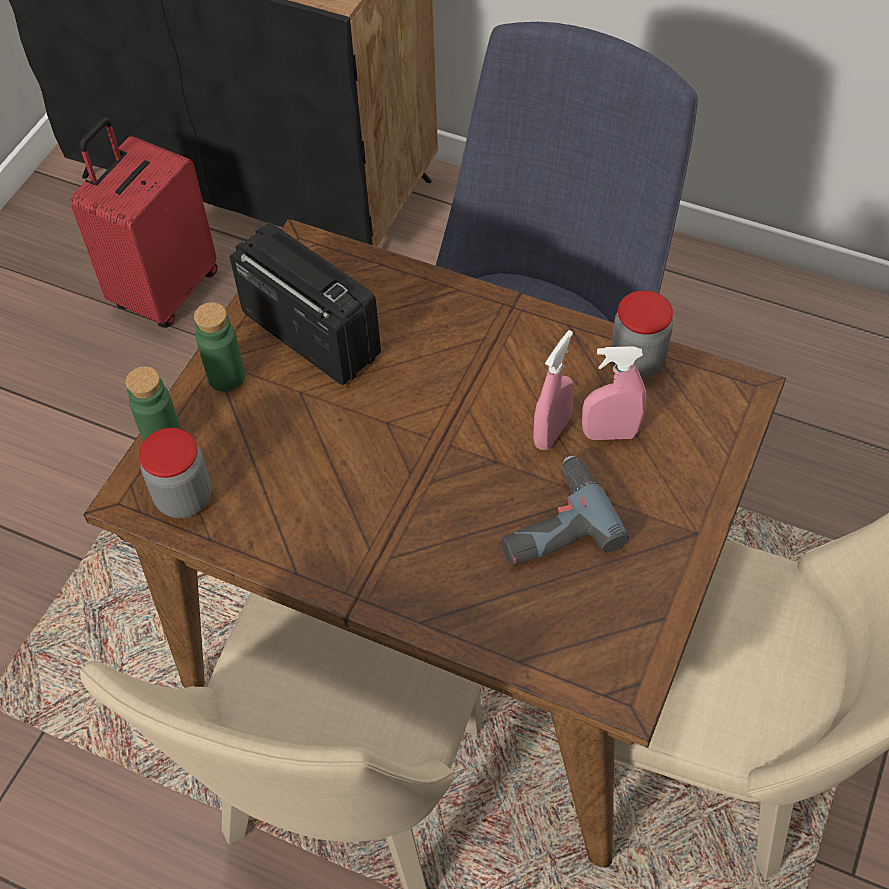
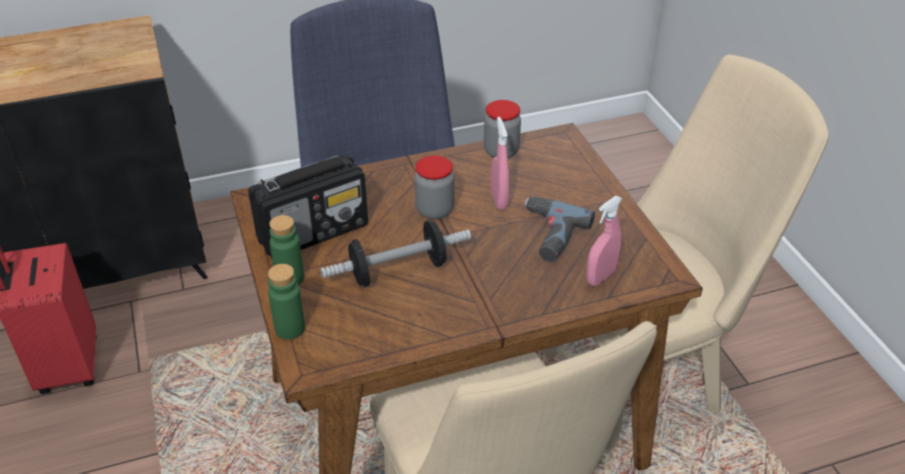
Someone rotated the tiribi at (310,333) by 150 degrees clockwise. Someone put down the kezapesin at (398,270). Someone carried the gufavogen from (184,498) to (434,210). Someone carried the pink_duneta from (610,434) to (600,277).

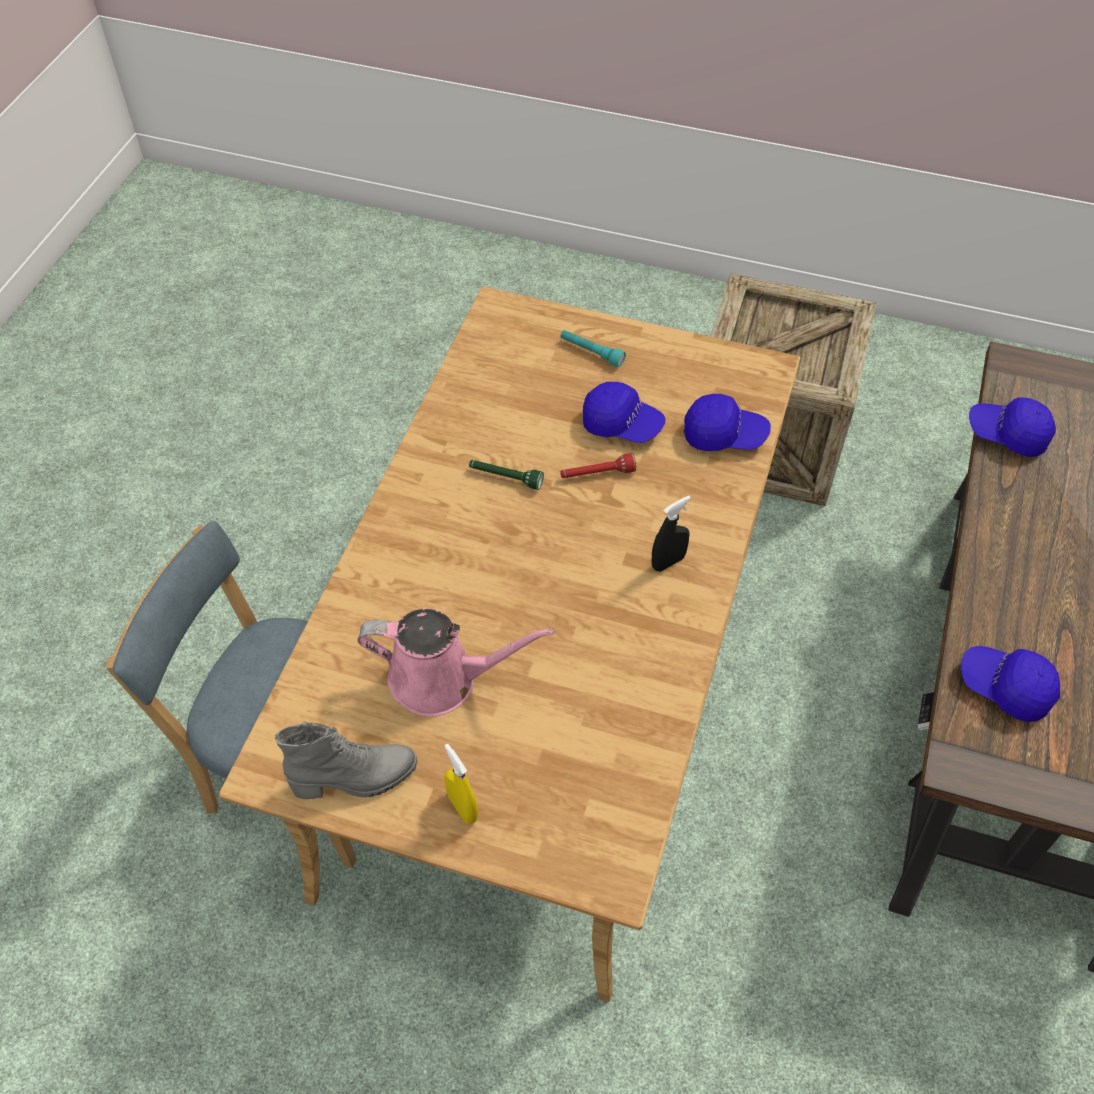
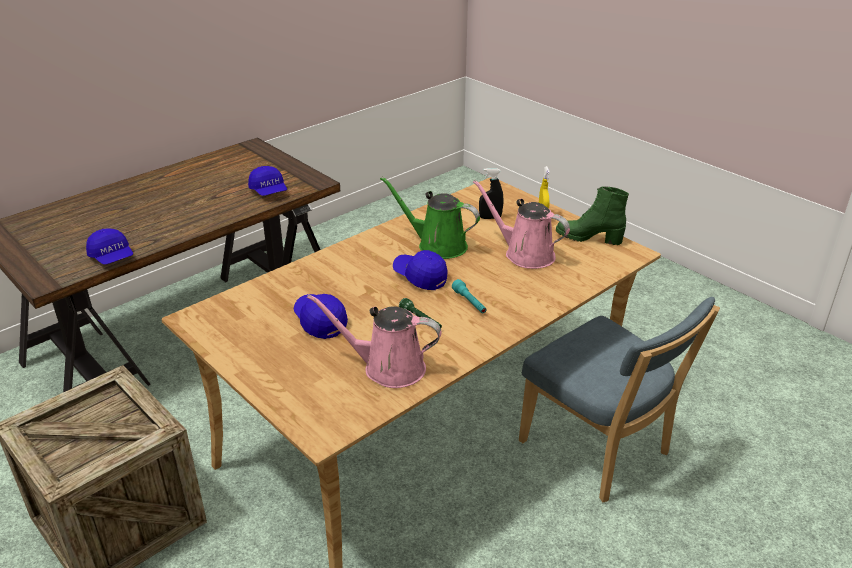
Someone put down the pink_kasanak at (388,368). Someone put down the green_kasanak at (437,245). Someone carried the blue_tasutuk from (724,435) to (420,277). Someone carried the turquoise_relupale from (591,352) to (469,302). Someone carried the black_duneta from (668,562) to (490,218). Someone repainted the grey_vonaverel at (355,779), which became the green_vonaverel at (589,238). Someone took away the red_relupale at (597,474).

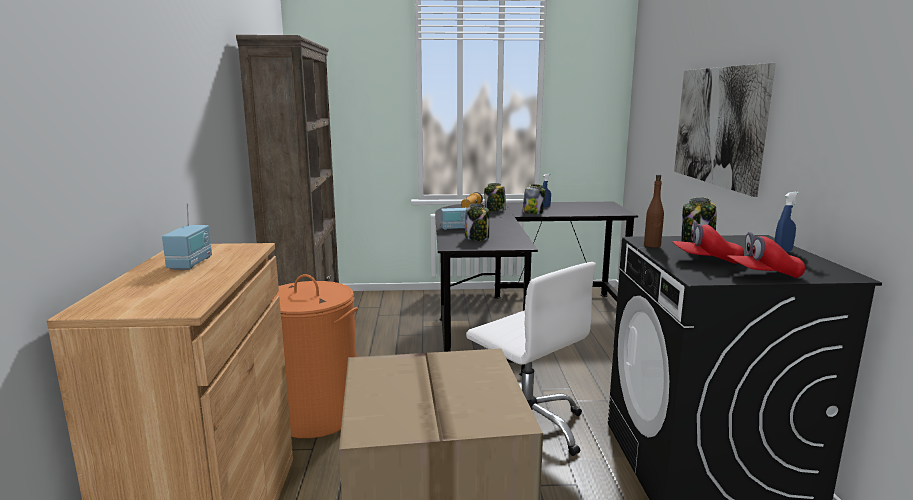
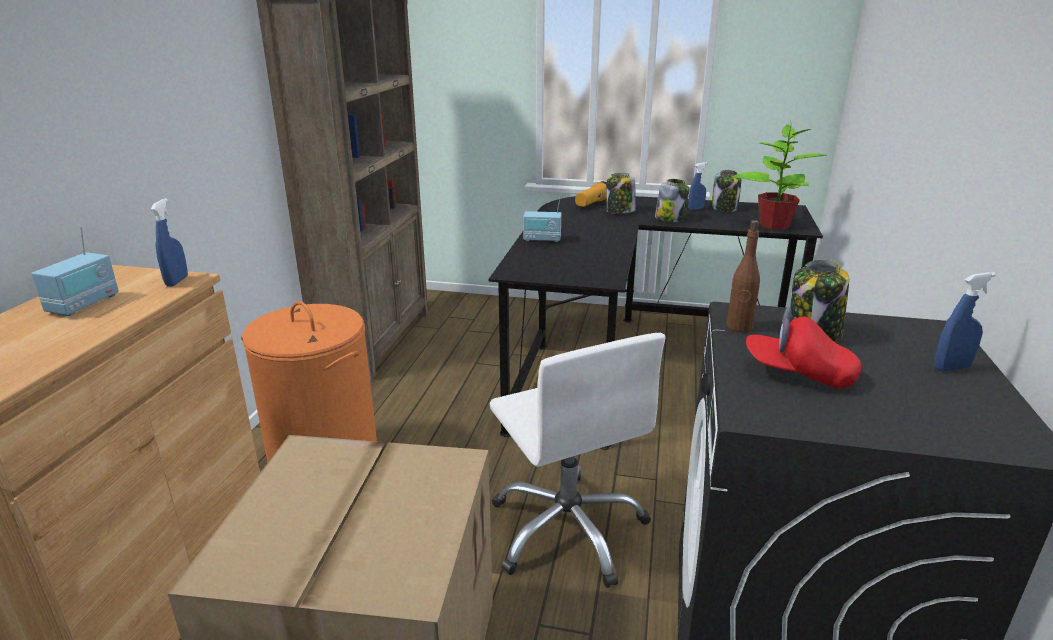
Someone put down the blue_duneta at (177,281). Someone carried the gufavogen from (477,238) to (724,208). Someone put down the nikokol at (773,225). Someone took away the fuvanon at (718,126). Someone took away the red_tasutuk at (763,275).

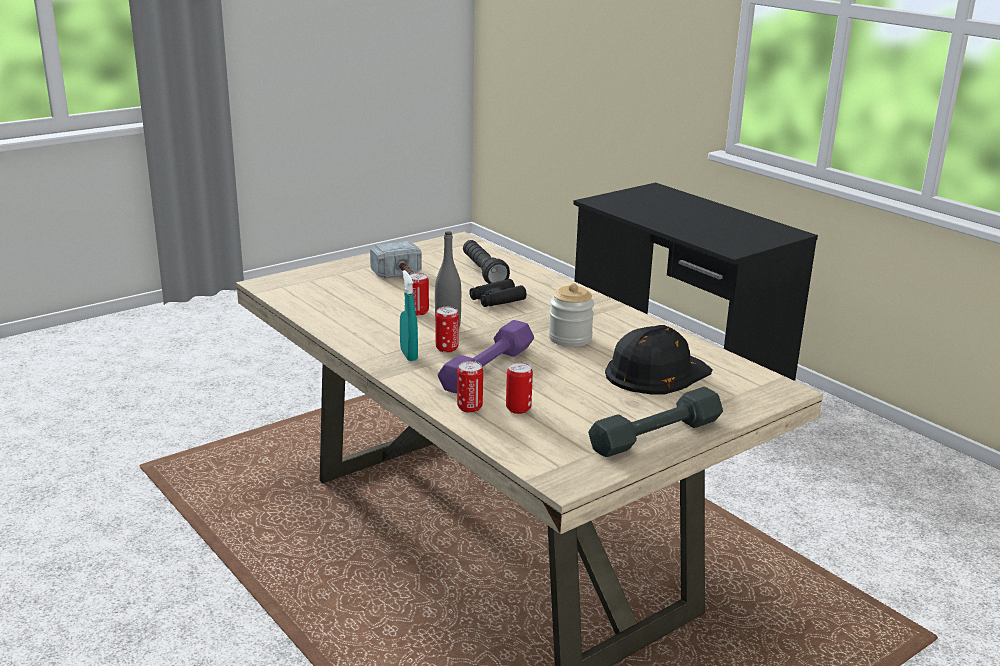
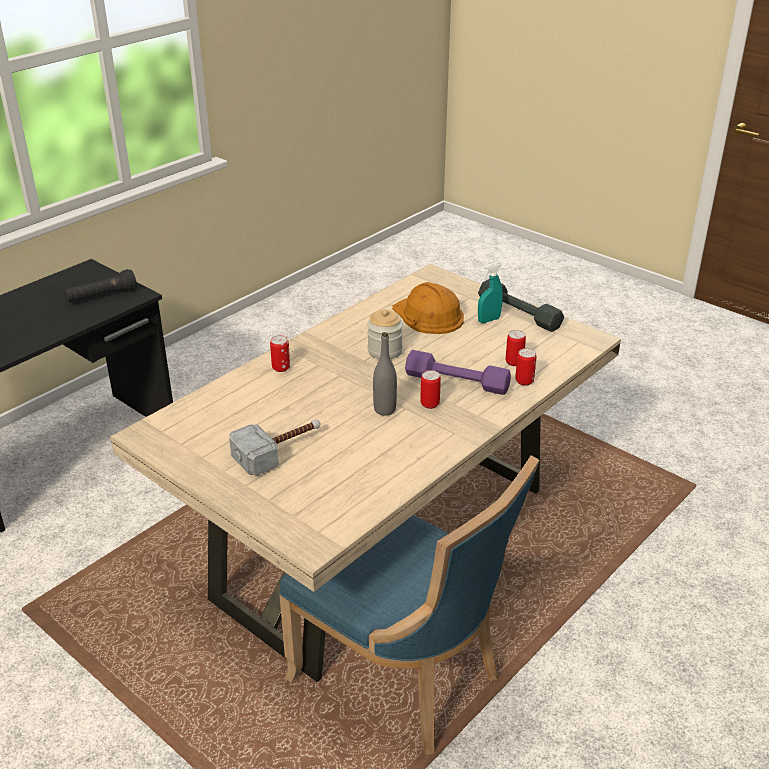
Someone carried the black_relupale from (483,272) to (102,297). Someone carried the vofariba from (418,312) to (281,368). Someone put down the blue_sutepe at (404,676). Someone repainted the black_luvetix at (656,372), which became the orange_luvetix at (428,315). Someone carried the turquoise_duneta from (409,355) to (488,320). Someone took away the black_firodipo at (497,300).

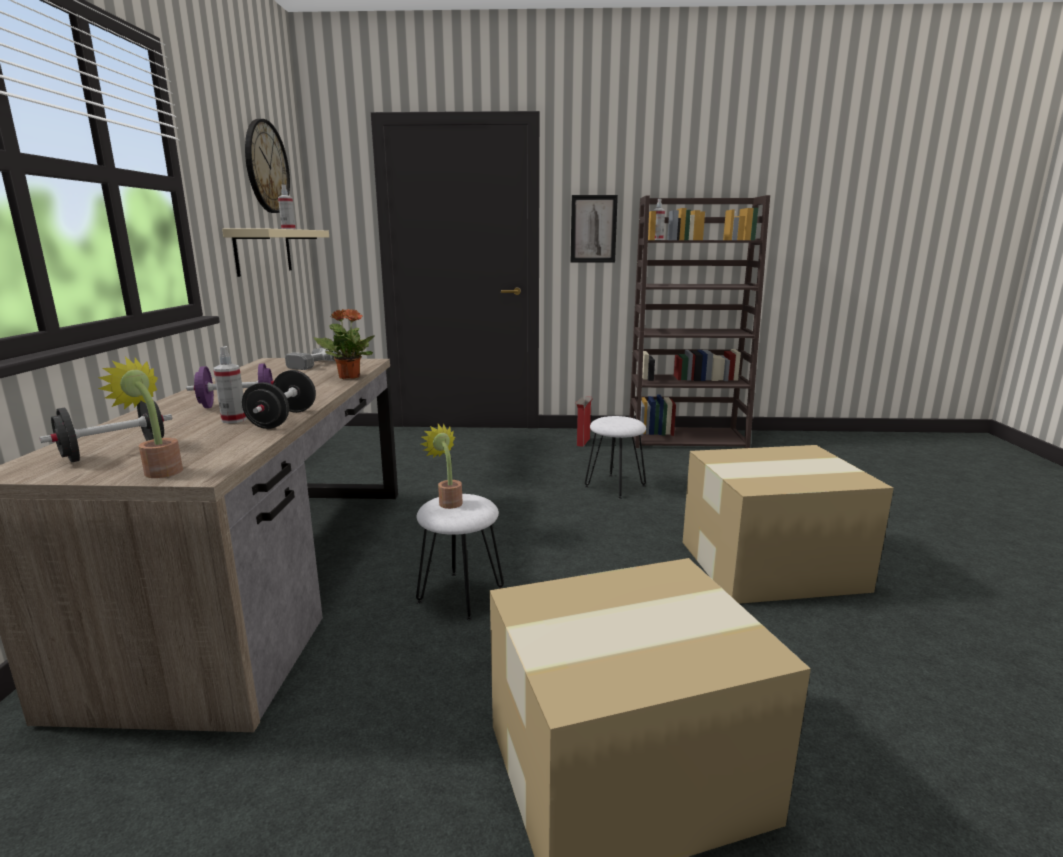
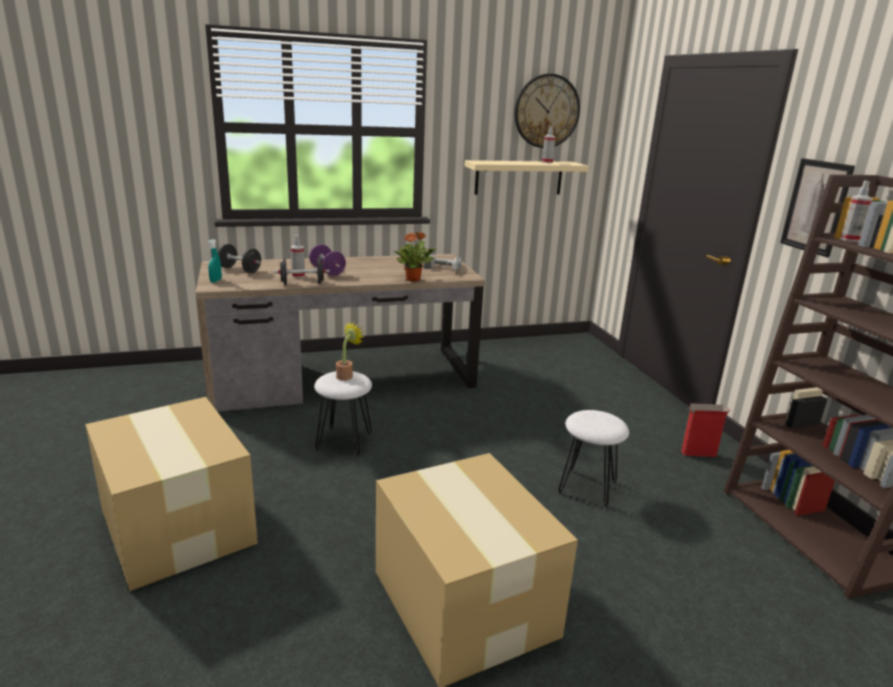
Someone swapped the nikokol at (159,470) for the turquoise_duneta at (216,281).

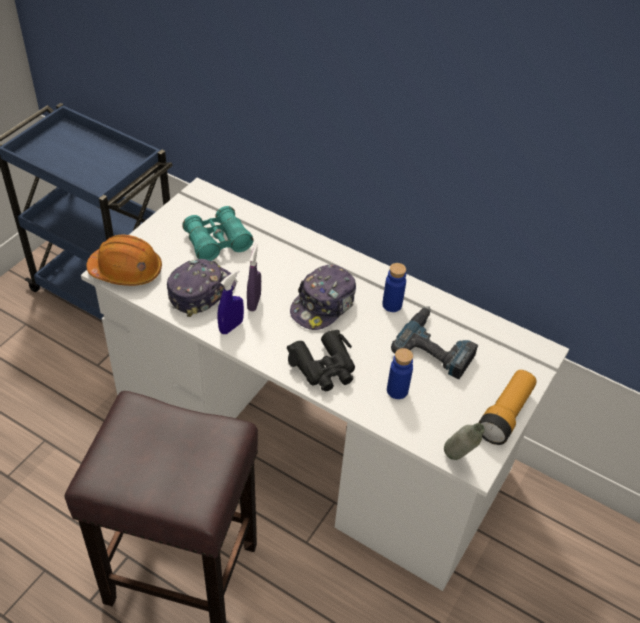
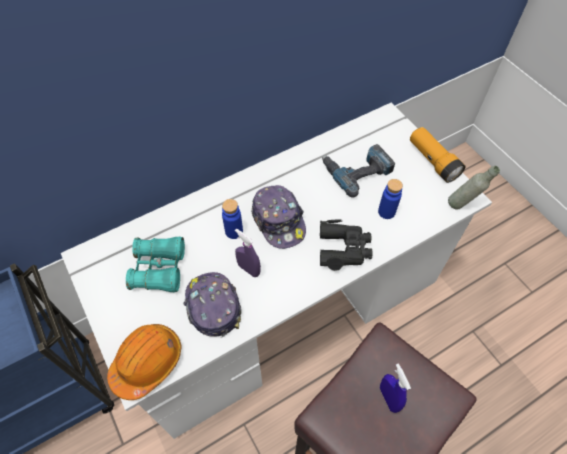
Someone carried the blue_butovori from (392,305) to (234,231). Someone carried the blue_duneta from (231,327) to (388,398).

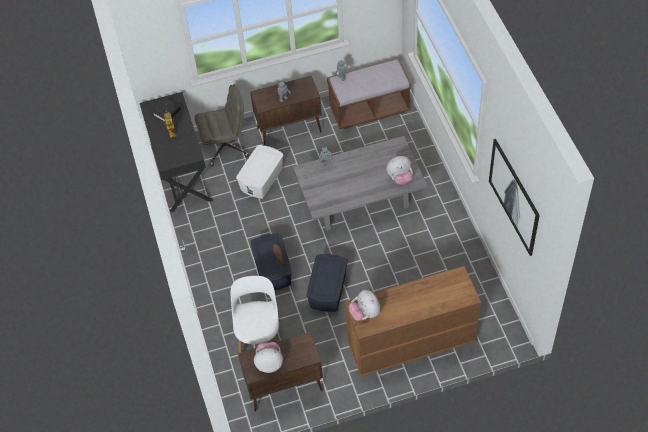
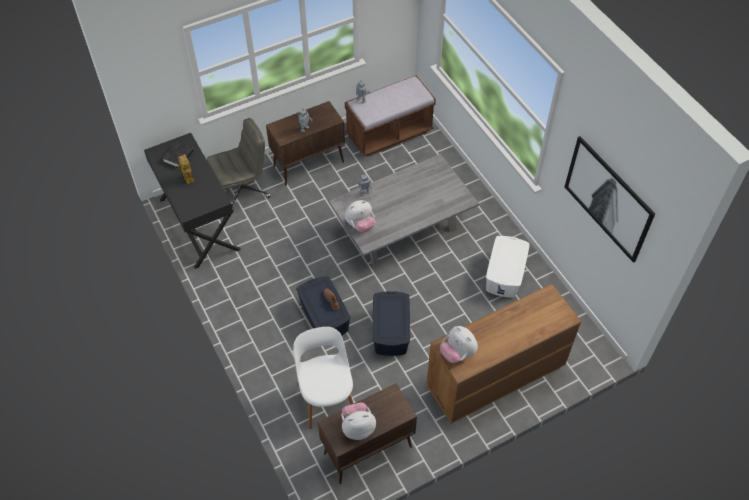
Someone carried the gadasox from (400,178) to (360,225). Someone carried the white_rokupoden from (262,179) to (505,274).

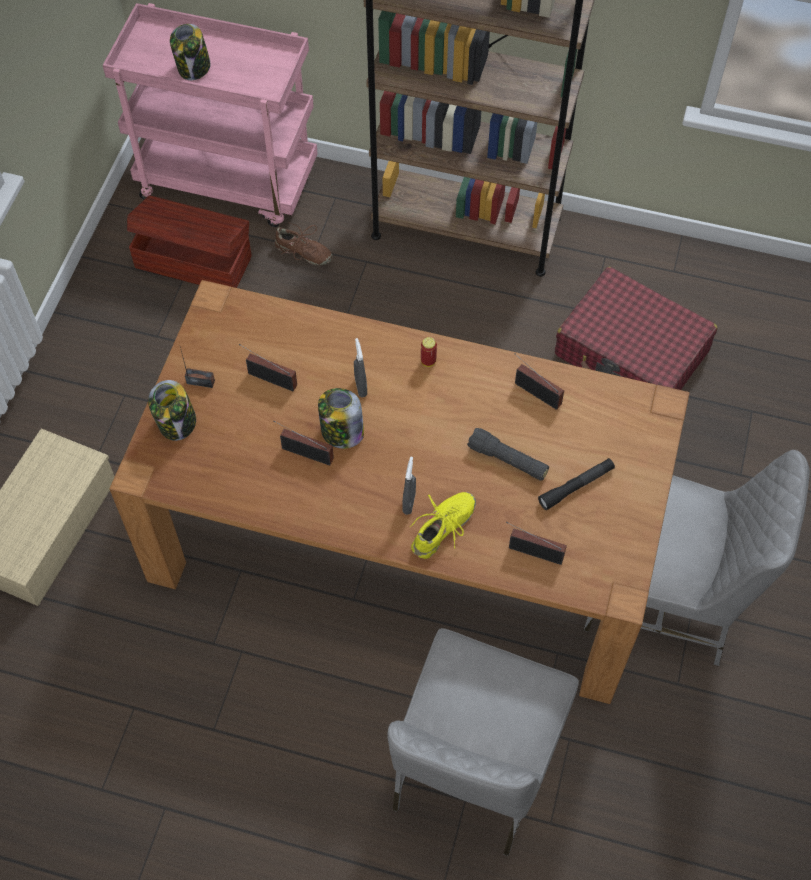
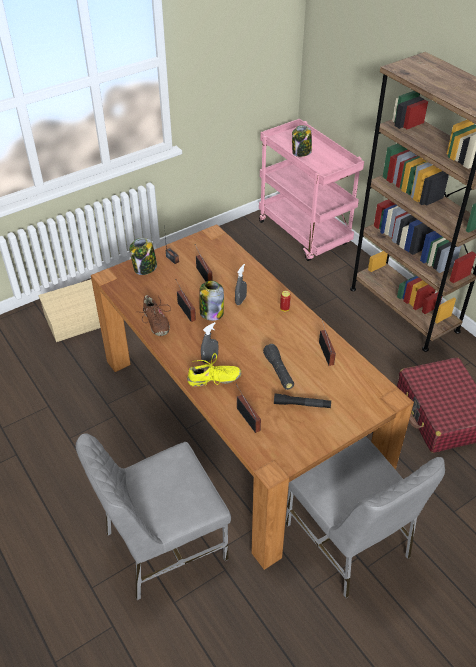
Someone carried the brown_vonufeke from (303,253) to (155,322). Someone took away the brown_rokupoden at (193,260).

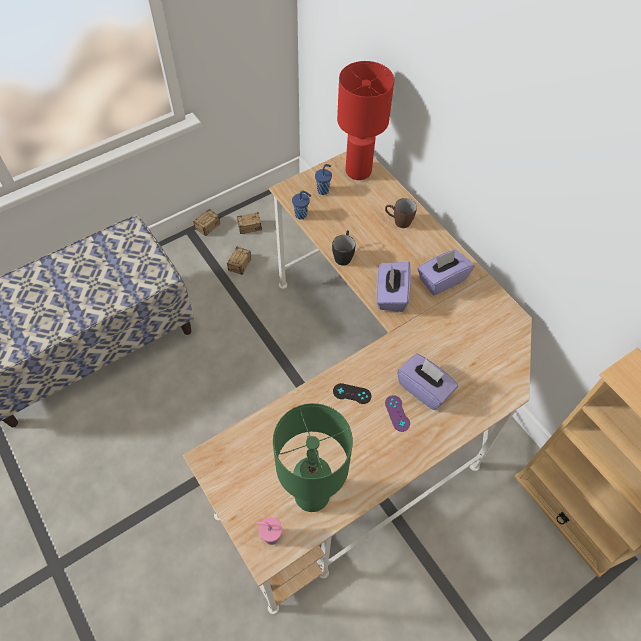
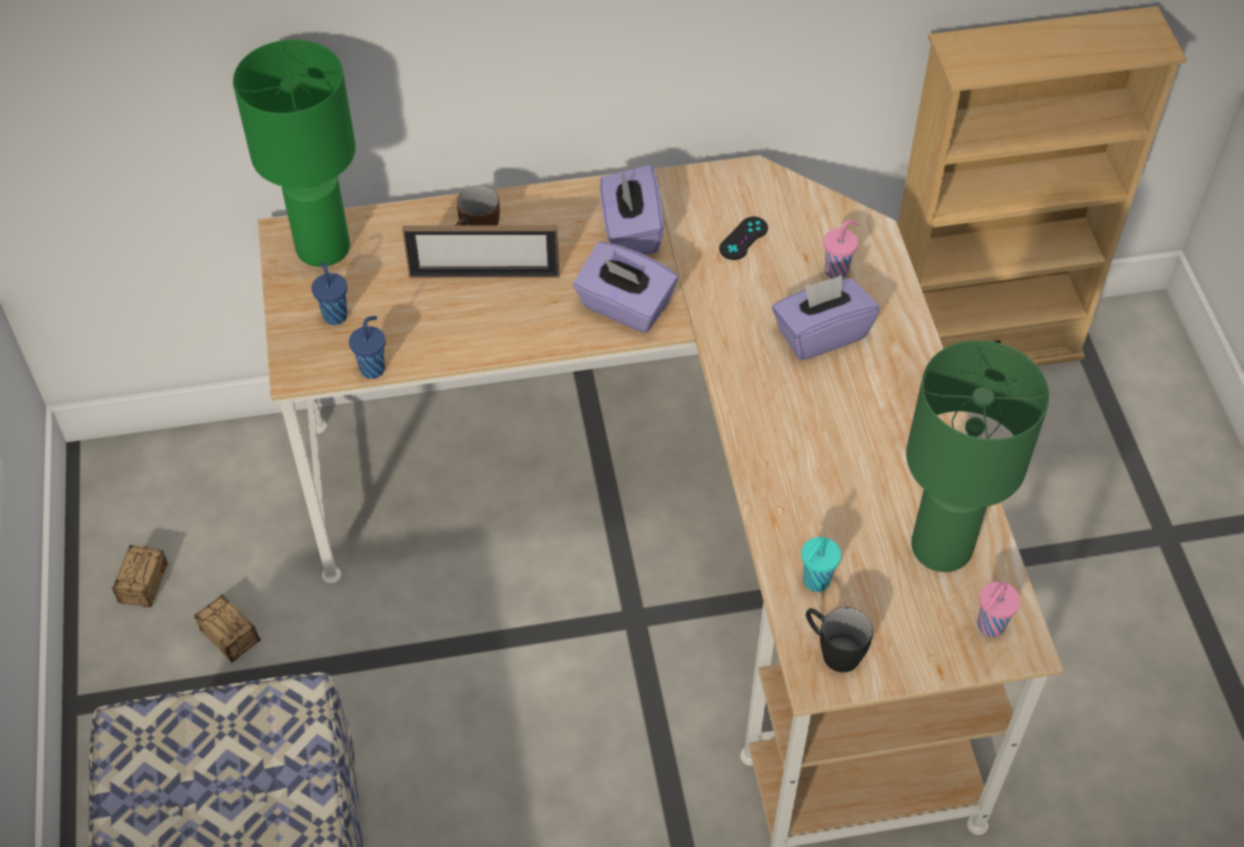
Someone repainted the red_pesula at (359,171), which became the green_pesula at (324,247). Someone put down the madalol at (484,275). Someone carried the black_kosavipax from (352,393) to (743,238). Someone put down the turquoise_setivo at (815,582). Someone carried the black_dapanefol from (343,255) to (832,650). Someone put down the pink_setivo at (837,270). Someone took away the rokupoden at (197,235). Someone took away the purple_kosavipax at (397,413).

